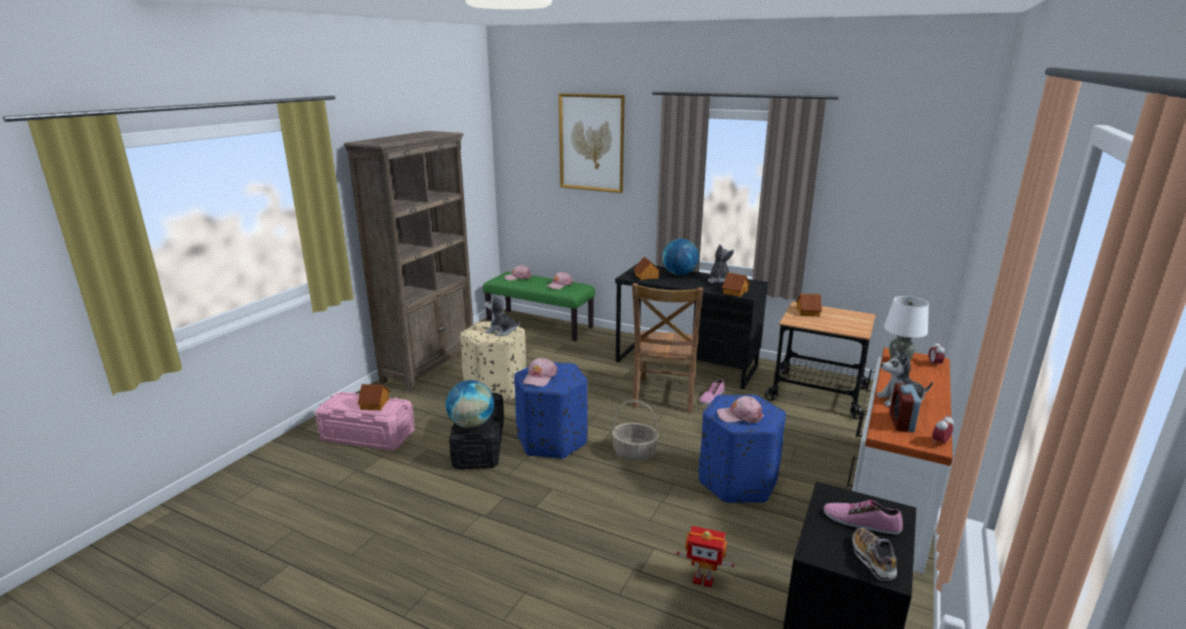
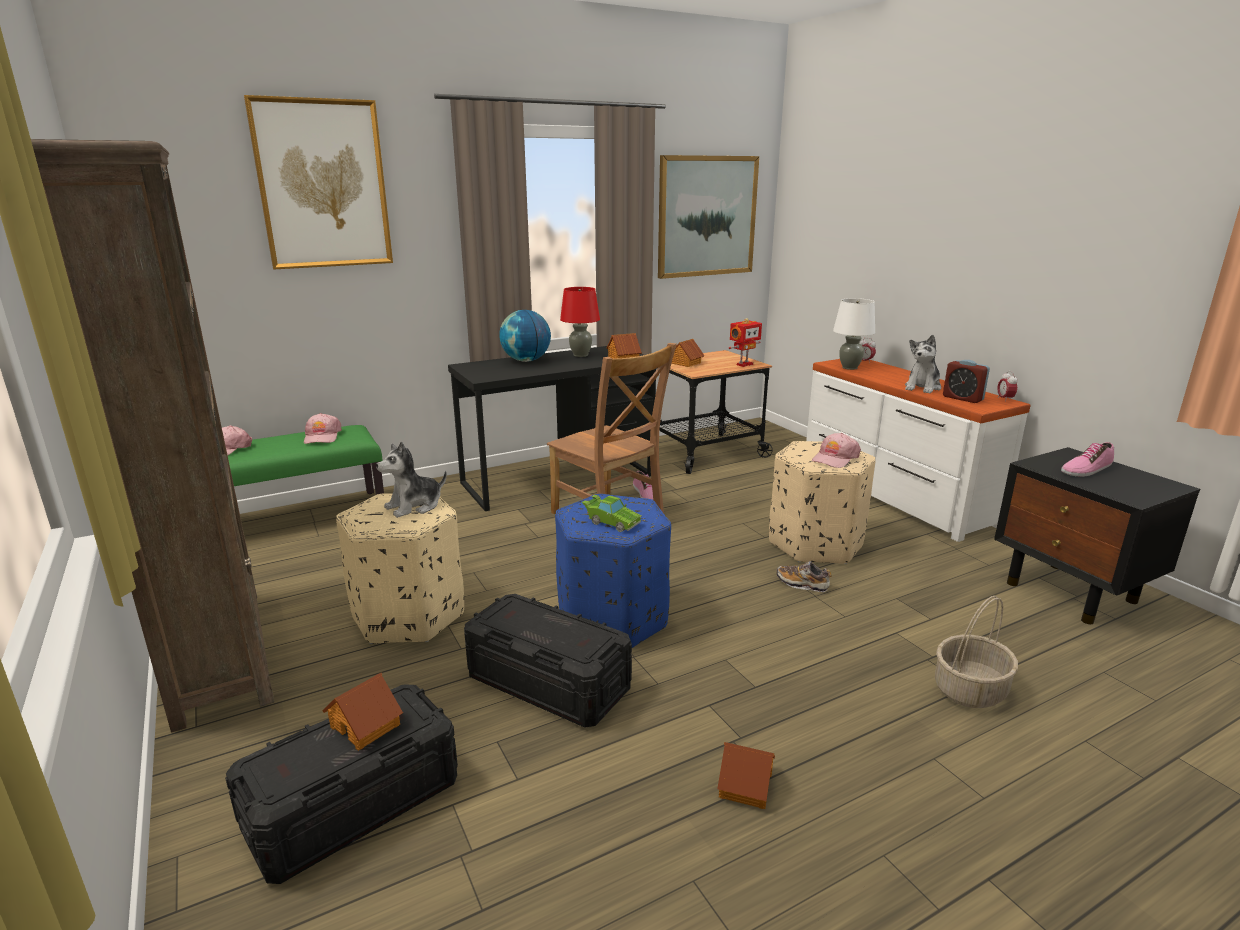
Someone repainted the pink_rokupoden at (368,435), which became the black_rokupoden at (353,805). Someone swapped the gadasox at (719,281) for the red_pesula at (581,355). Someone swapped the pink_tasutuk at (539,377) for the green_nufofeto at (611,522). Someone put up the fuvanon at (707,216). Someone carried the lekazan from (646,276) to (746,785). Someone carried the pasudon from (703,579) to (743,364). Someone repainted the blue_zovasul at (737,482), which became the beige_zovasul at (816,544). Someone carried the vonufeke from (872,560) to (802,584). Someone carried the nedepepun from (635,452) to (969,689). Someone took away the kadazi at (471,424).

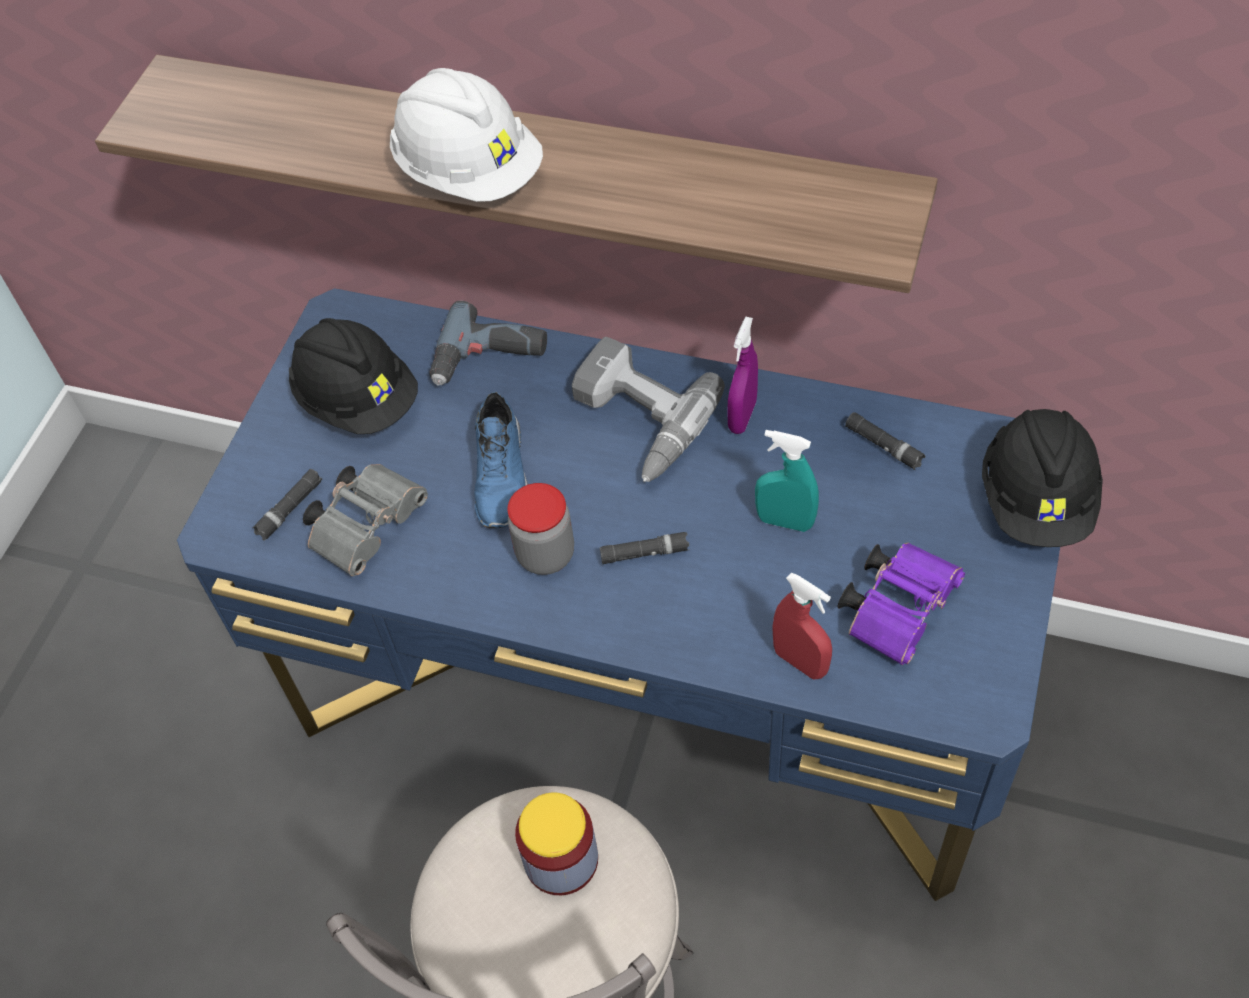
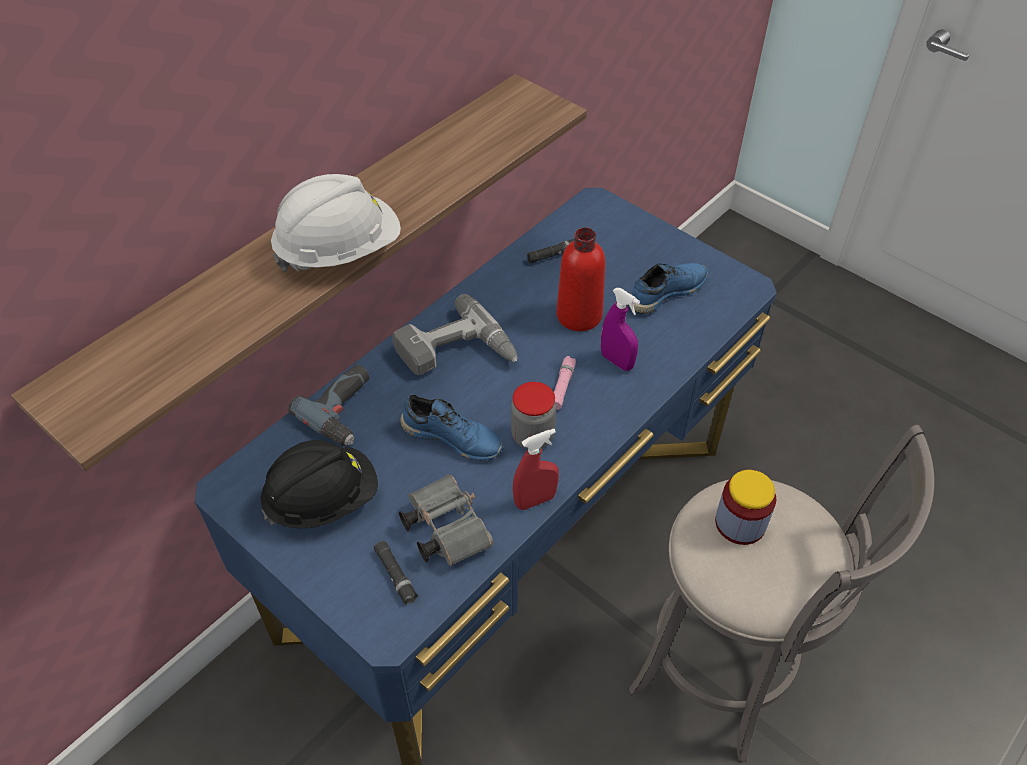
Someone carried the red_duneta from (800,662) to (535,500). Someone repainted the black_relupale at (645,553), which became the pink_relupale at (562,386). Someone swapped the turquoise_duneta at (785,521) for the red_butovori at (579,315). Someone carried the purple_duneta from (742,416) to (617,361). Someone swapped the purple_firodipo at (900,607) for the blue_vonufeke at (665,292). Someone took away the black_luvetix at (1037,499).

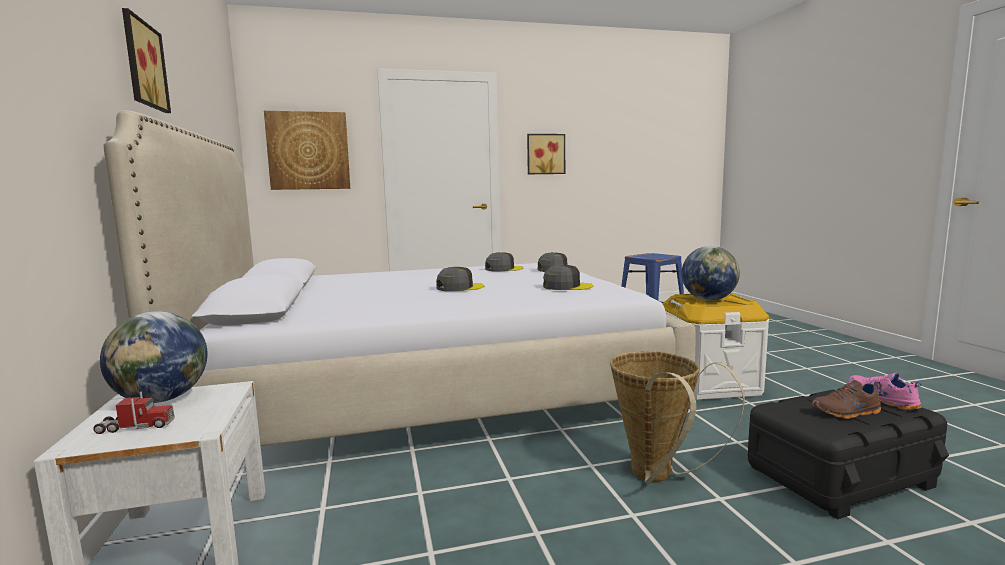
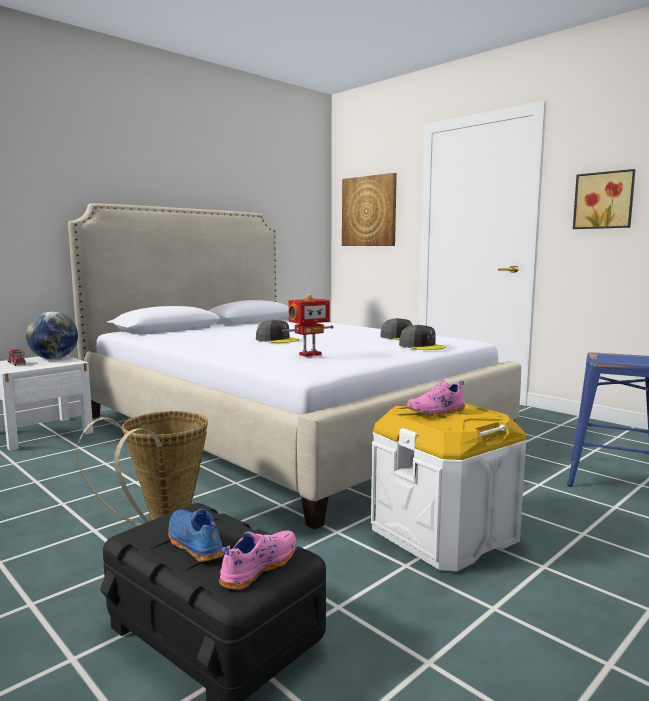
Someone repainted the brown_vonufeke at (847,413), which became the blue_vonufeke at (193,544). Someone swapped the grey_tasutuk at (567,286) for the pasudon at (309,354). Someone swapped the kadazi at (709,300) for the pink_vonufeke at (437,412). Someone took away the fuvanon at (141,65).

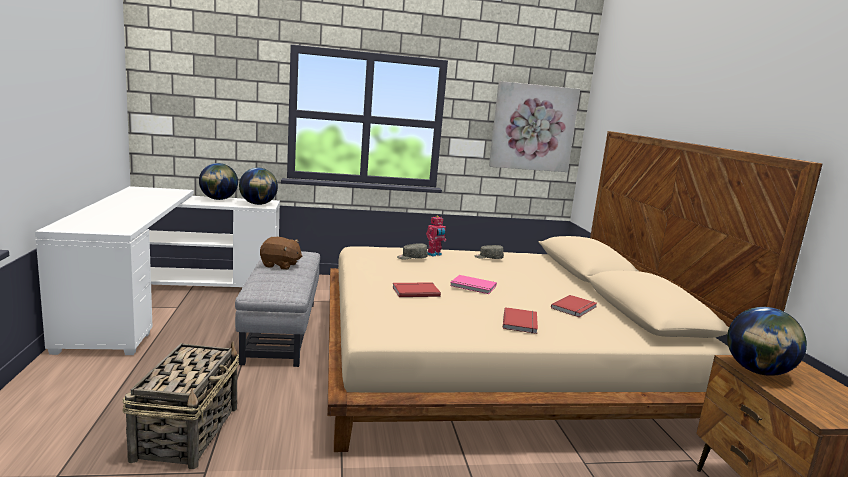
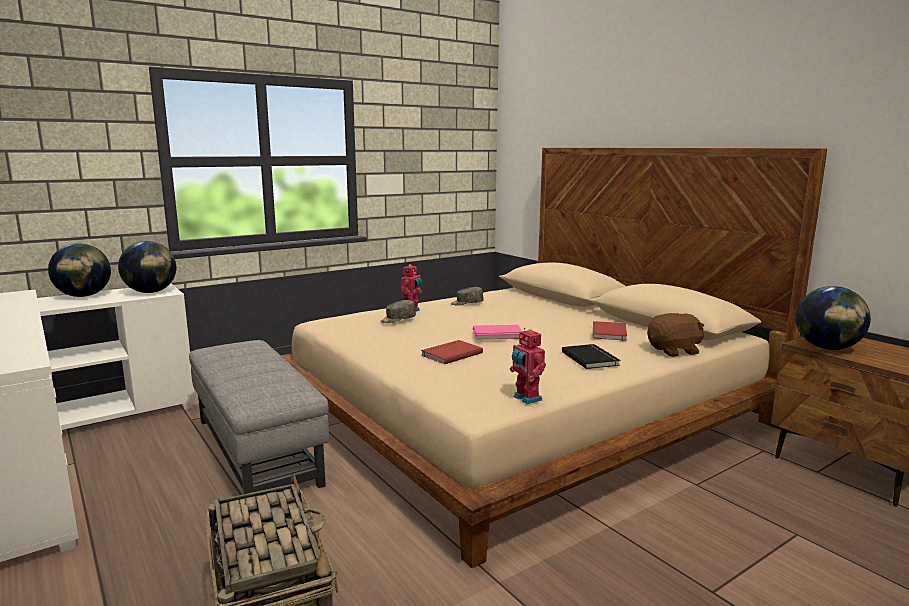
Someone put down the pasudon at (526,399). Someone repainted the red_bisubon at (521,322), which became the black_bisubon at (591,358). Someone carried the brown_gadasox from (280,265) to (674,351). Someone took away the fuvanon at (533,127).

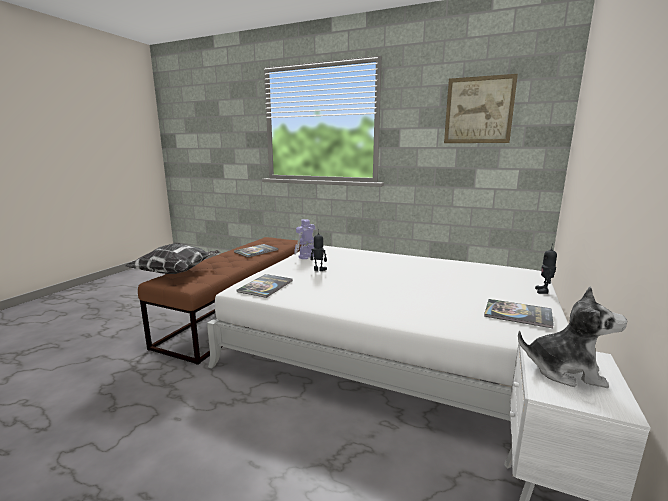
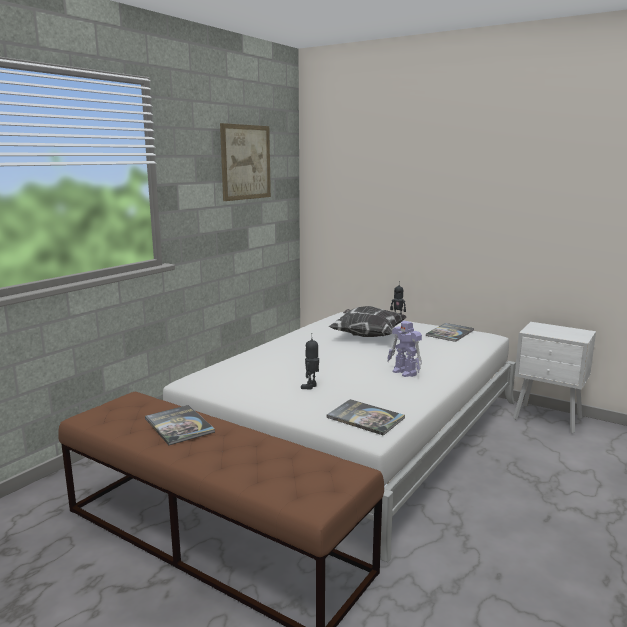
Someone carried the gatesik from (177,273) to (367,336). Someone carried the pasudon from (306,257) to (405,372). Someone took away the gadasox at (564,371).

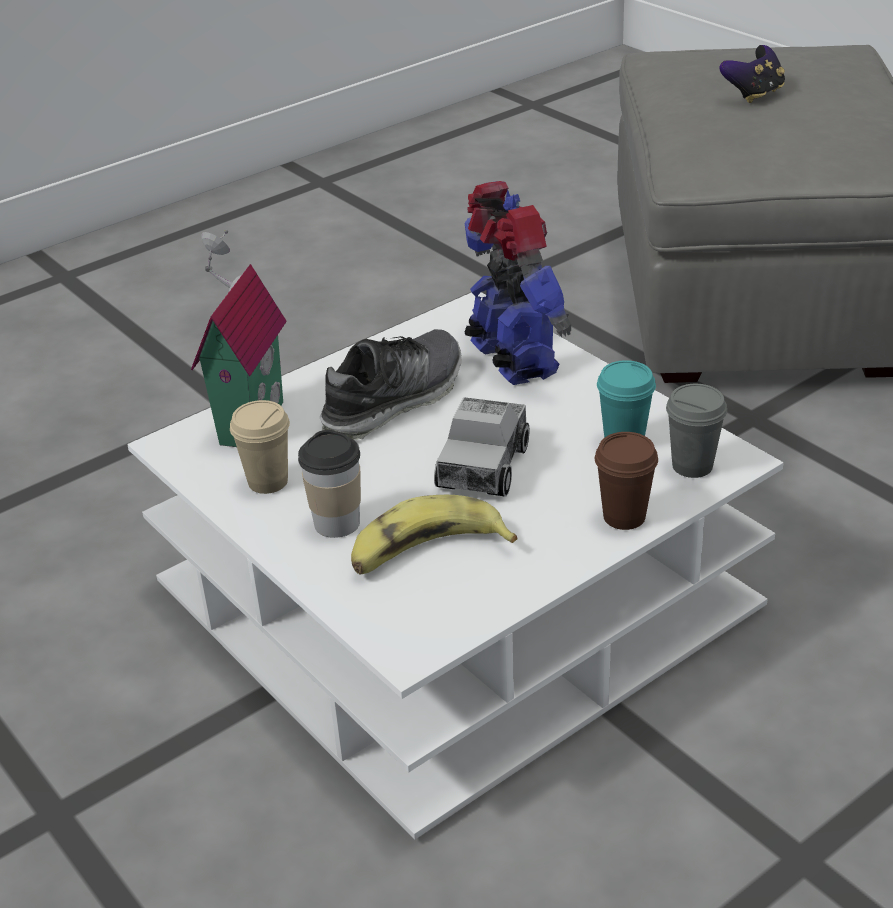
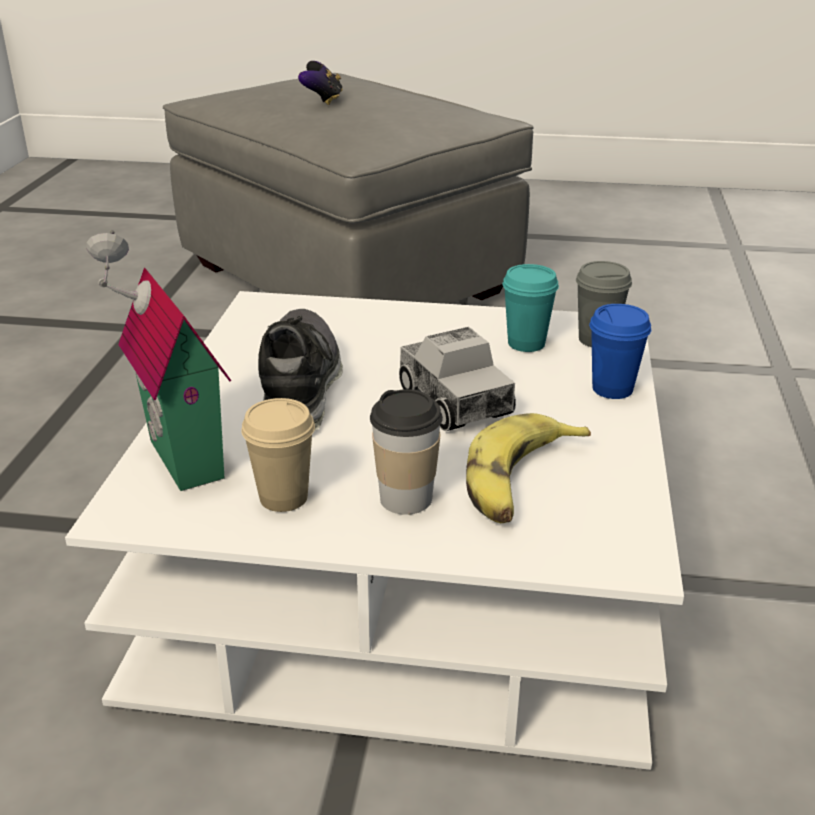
Someone repainted the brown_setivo at (624,517), which became the blue_setivo at (612,389). Someone took away the pasudon at (512,360).

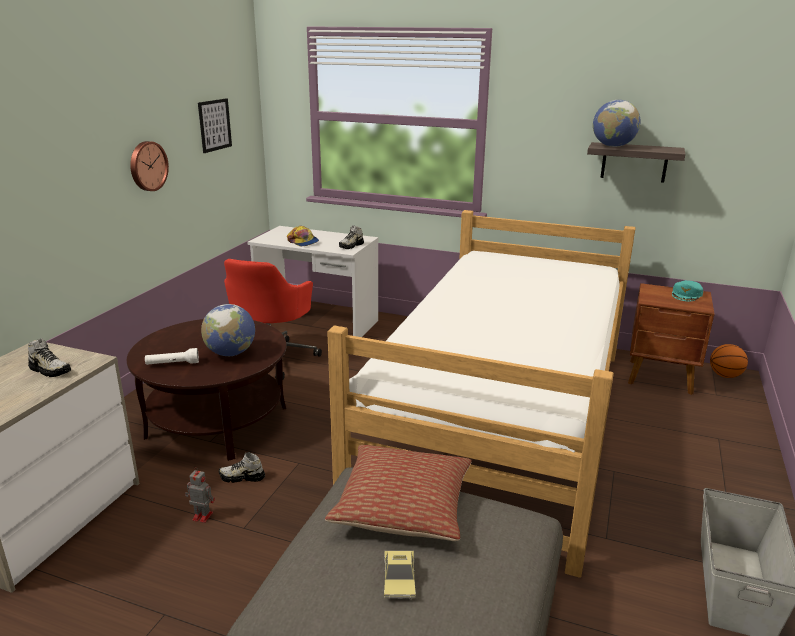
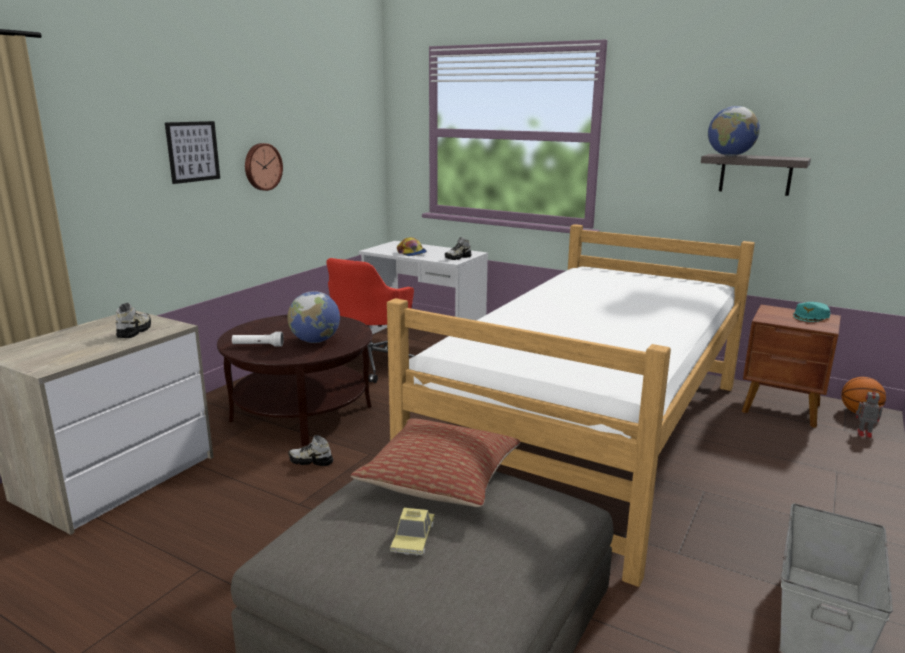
Someone rotated the vonufeke at (50,370) by 120 degrees counterclockwise. Someone carried the fuvanon from (214,125) to (193,151). Someone carried the pasudon from (201,516) to (863,433).

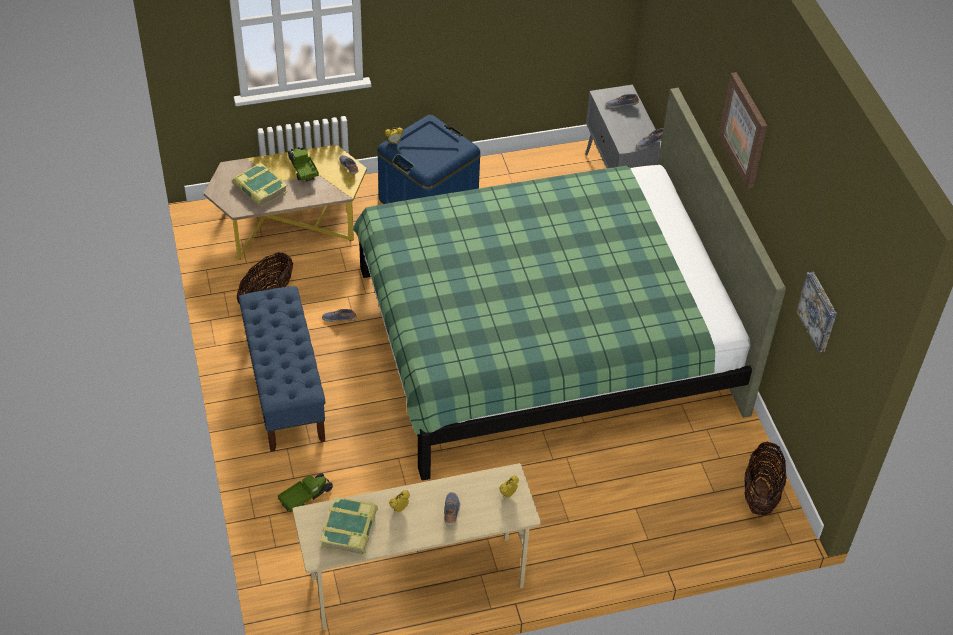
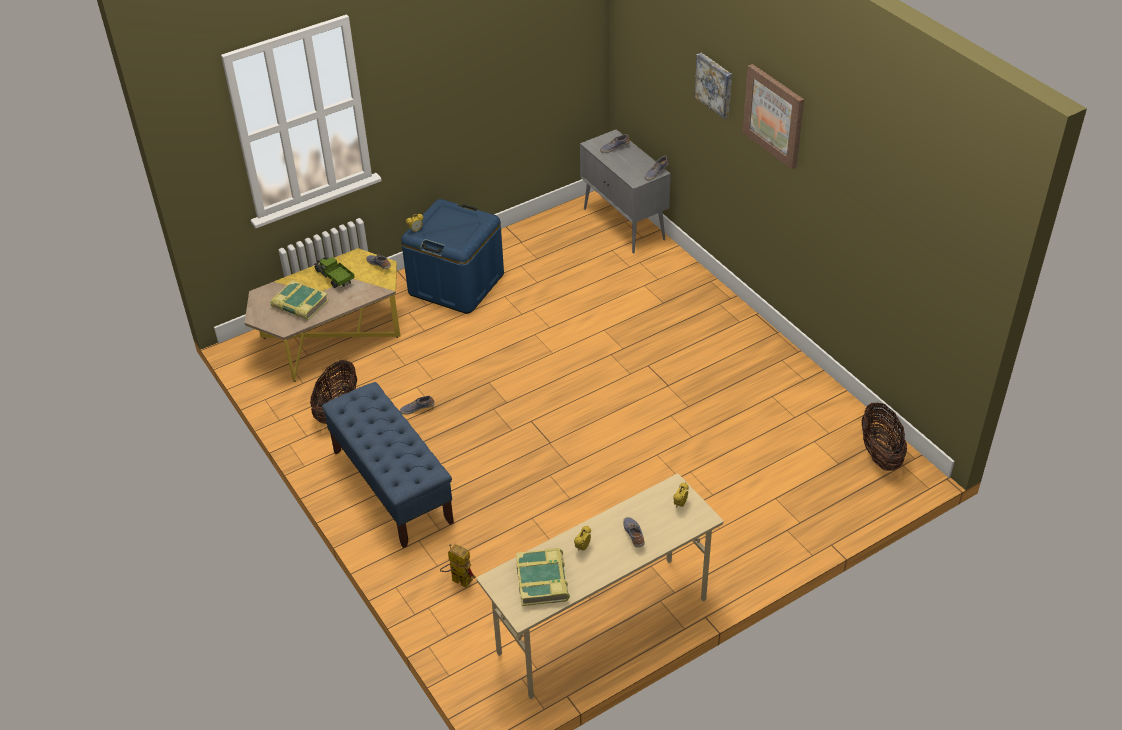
Someone swapped the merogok at (306,497) for the pasudon at (457,580). Someone carried the fuvanon from (819,311) to (715,84). Someone took away the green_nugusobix at (545,338).

